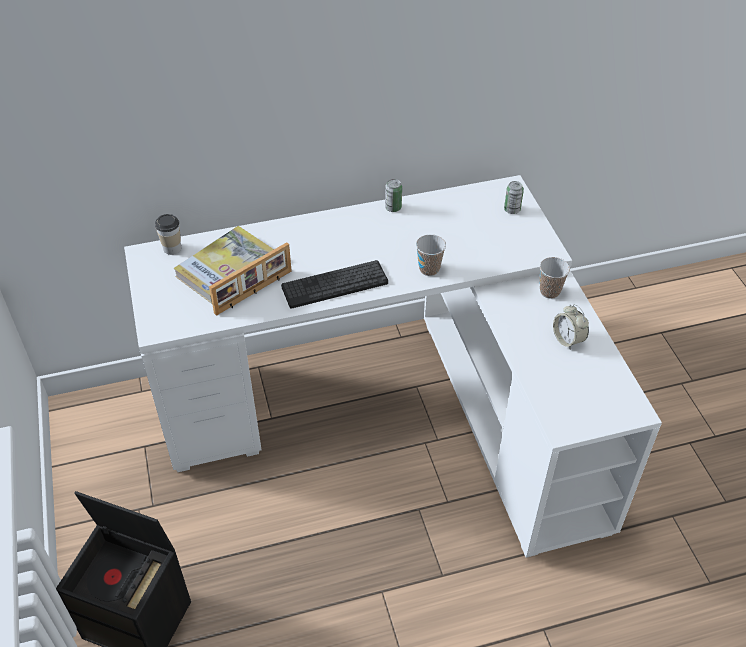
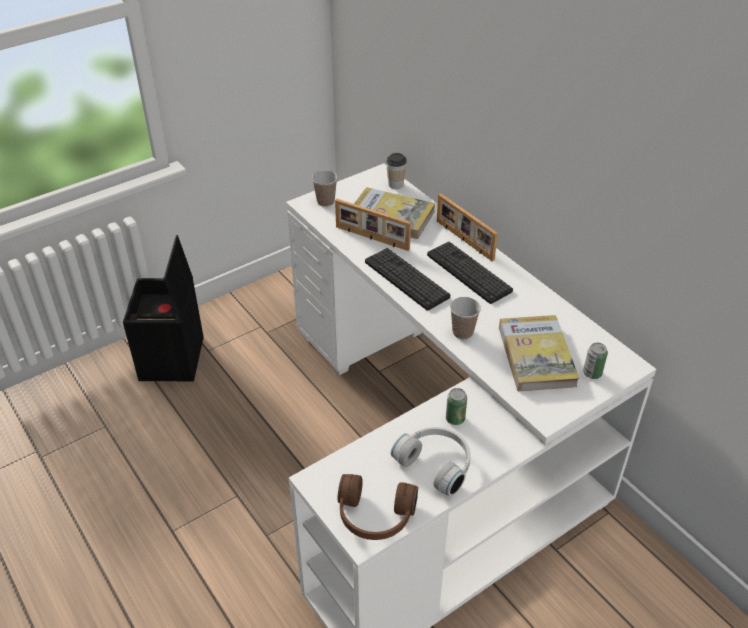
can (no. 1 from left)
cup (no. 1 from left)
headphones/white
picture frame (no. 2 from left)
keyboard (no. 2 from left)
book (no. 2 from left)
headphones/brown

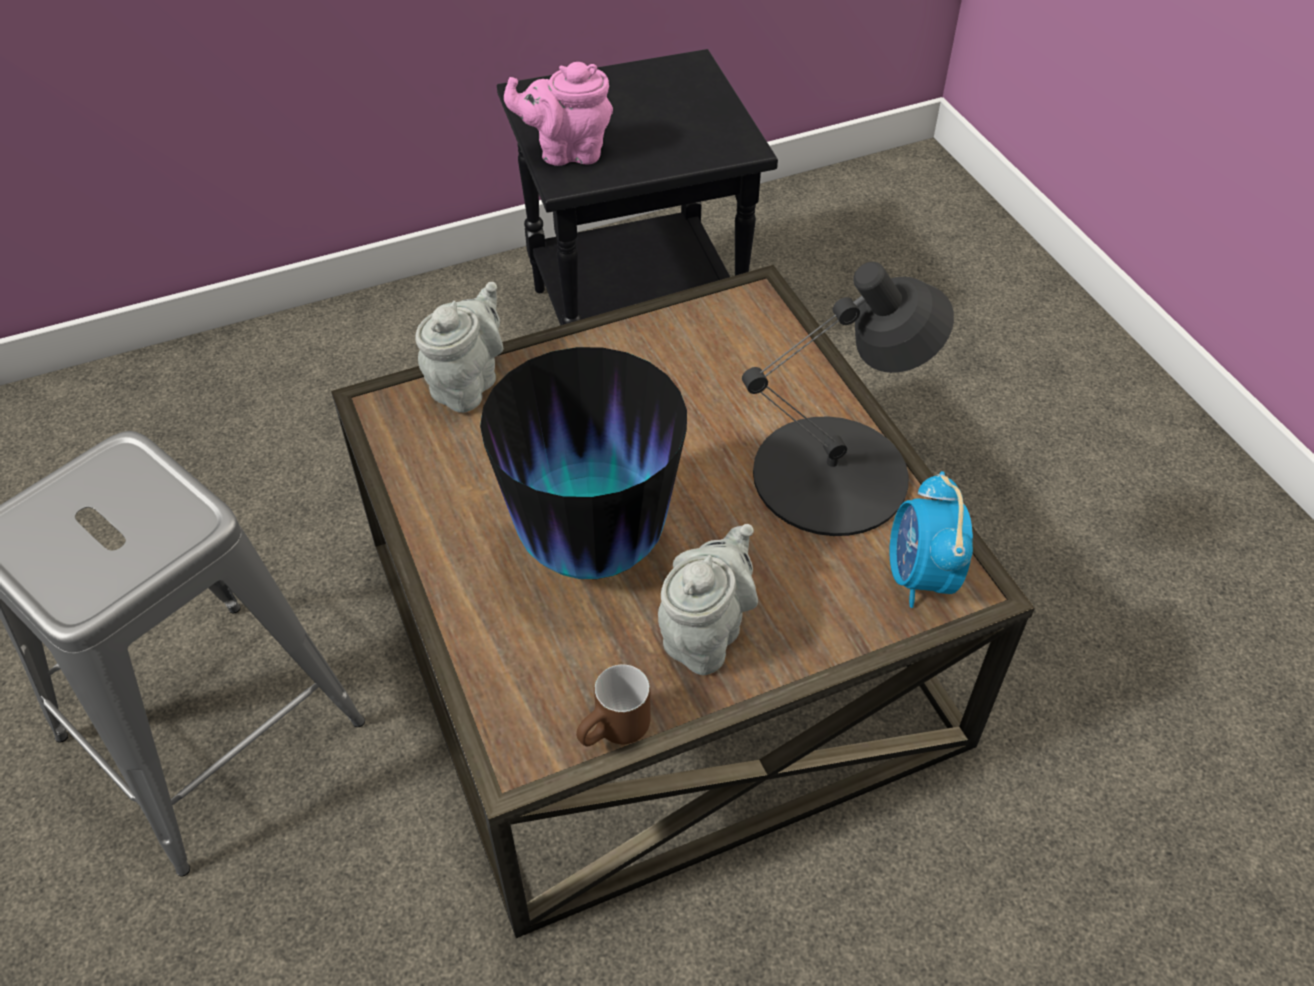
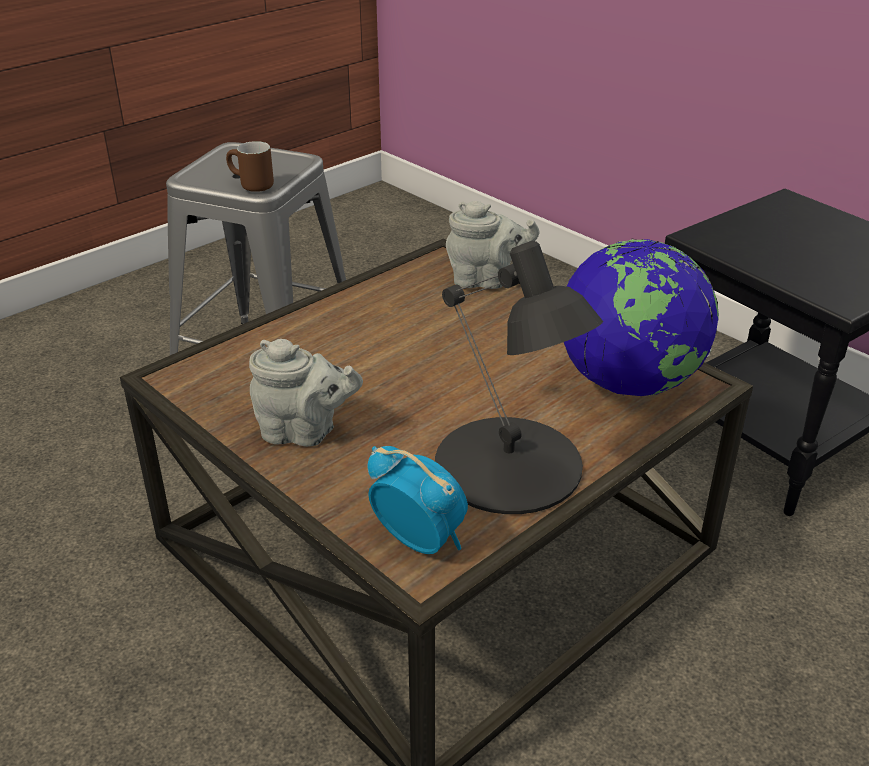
teapot/pink
vase
alarm clock
mug/brown
globe

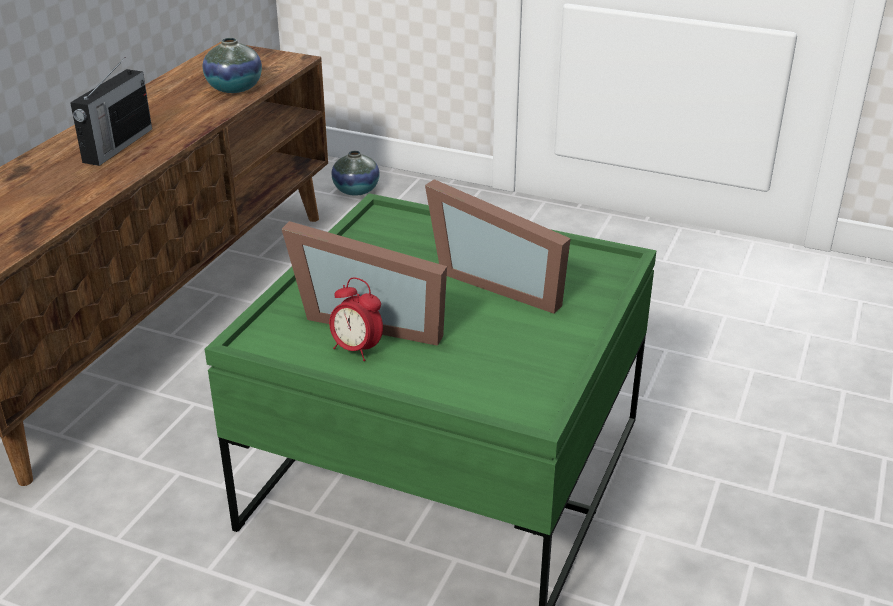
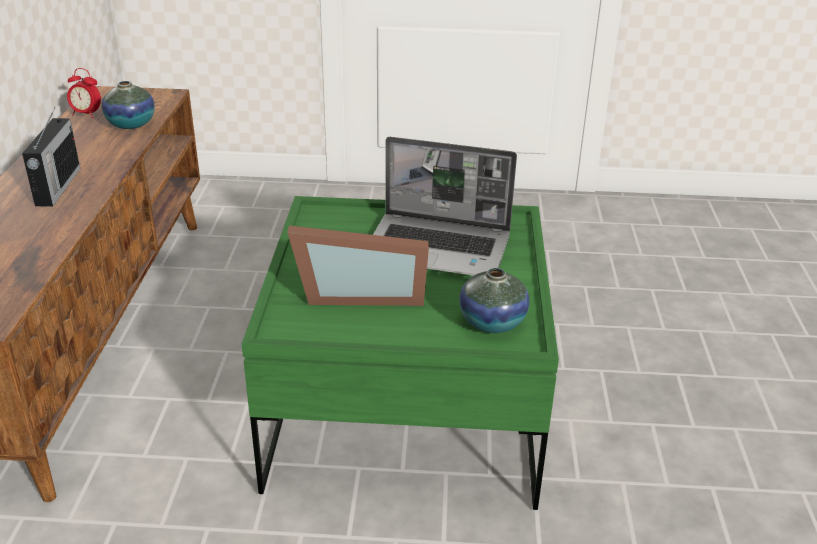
vase (no. 2 from left)
laptop
alarm clock

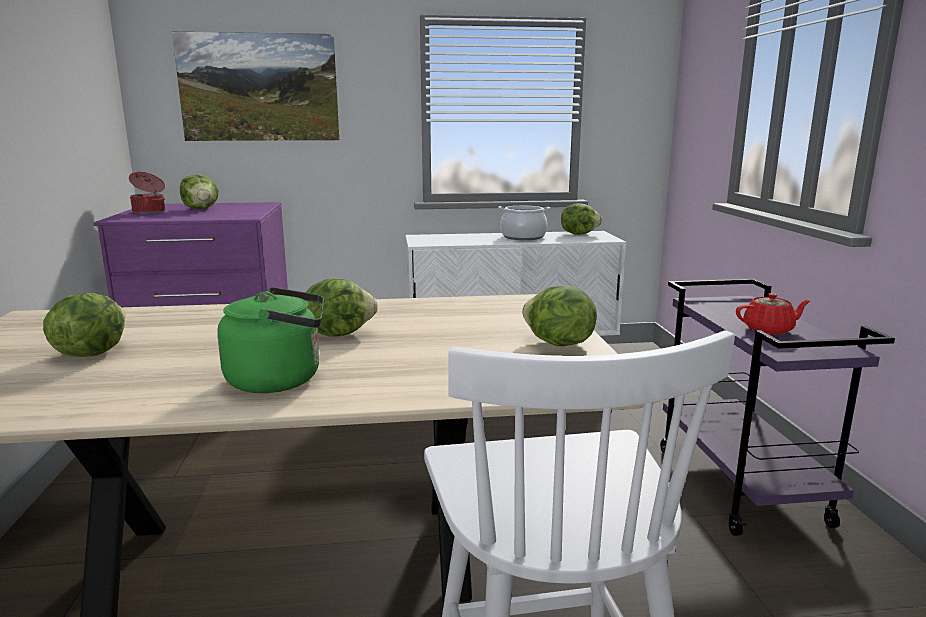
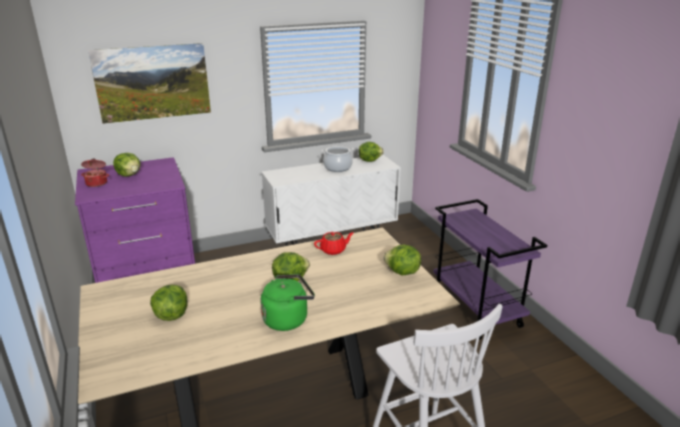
teapot/red

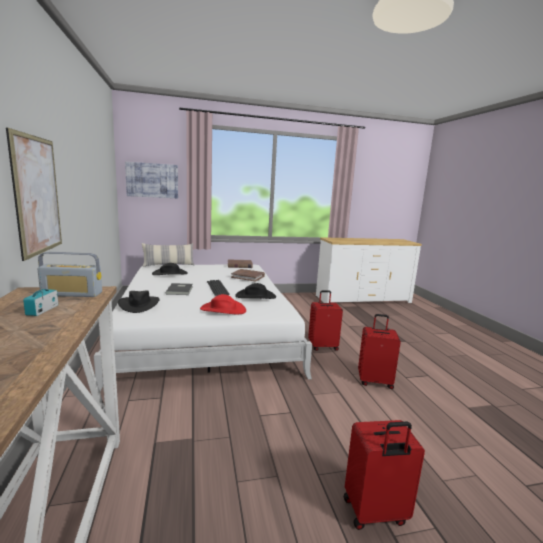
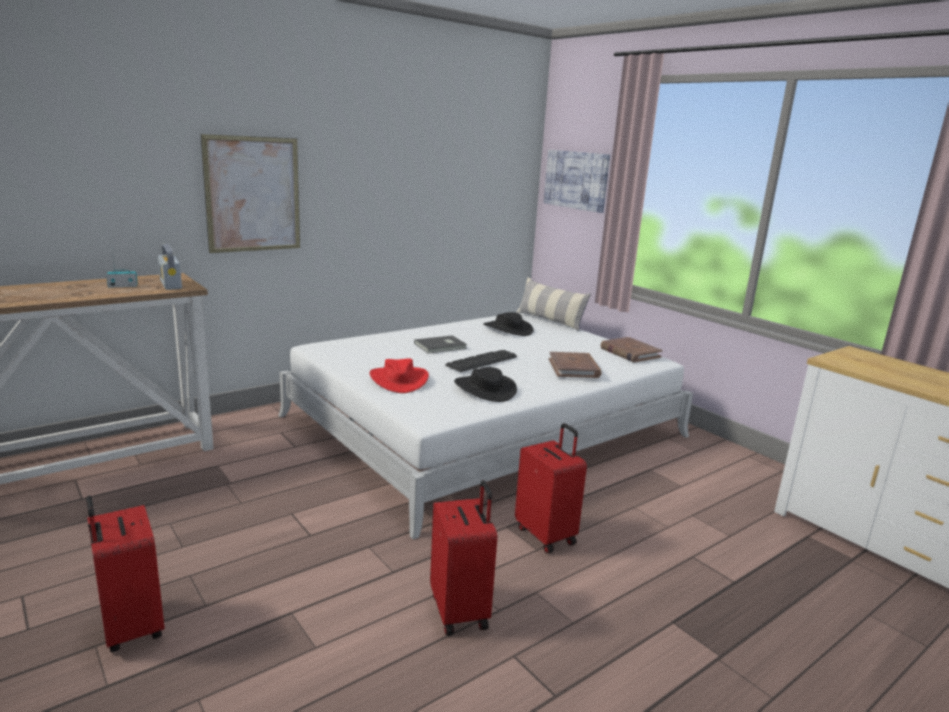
hat/black (no. 1 from left in the first image)

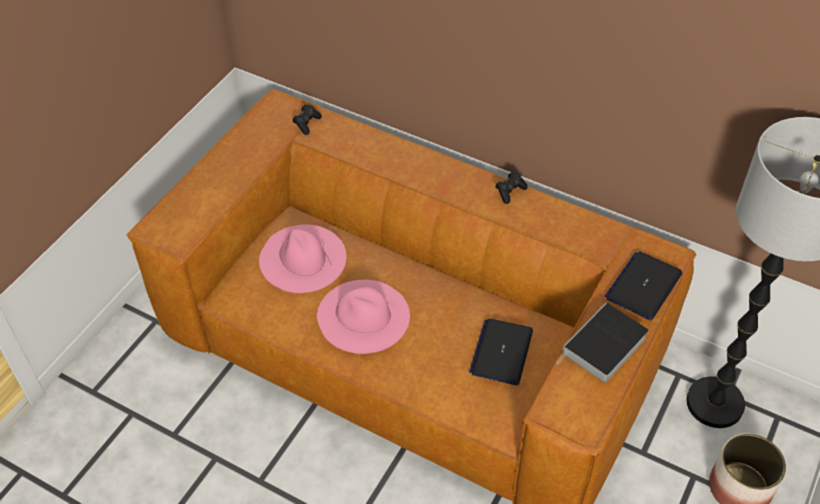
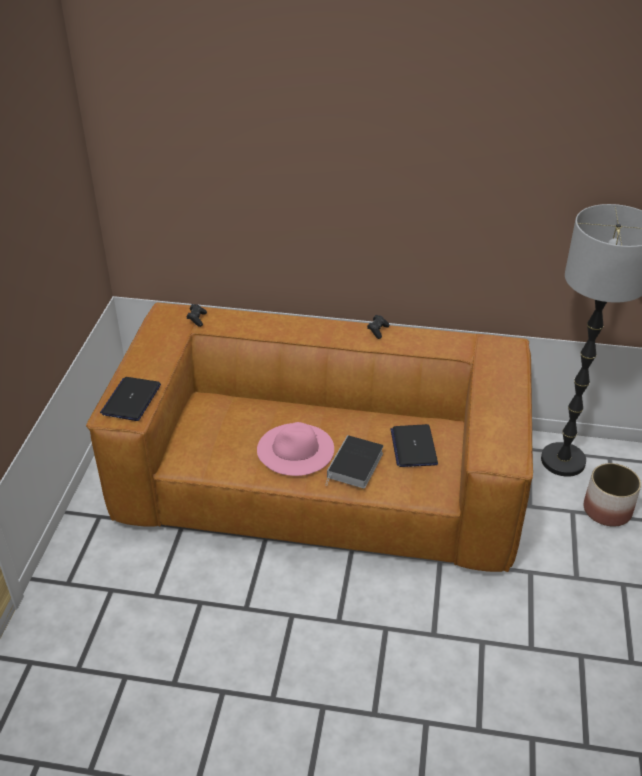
hat/pink (no. 1 from left in the first image)
laptop (no. 1 from left)
book

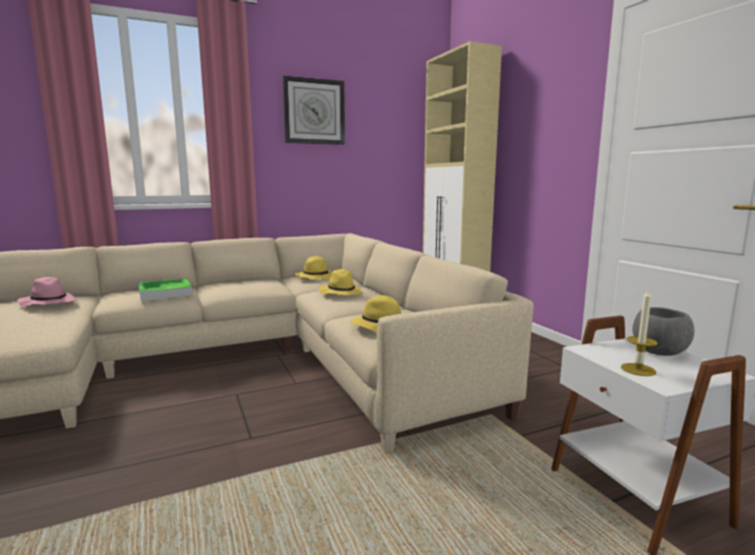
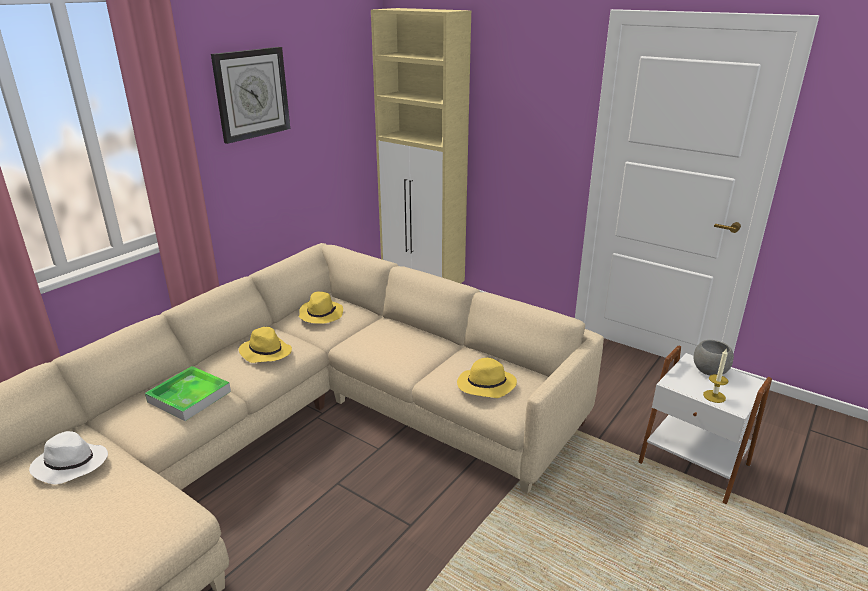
hat/yellow (no. 1 from left)
hat/white

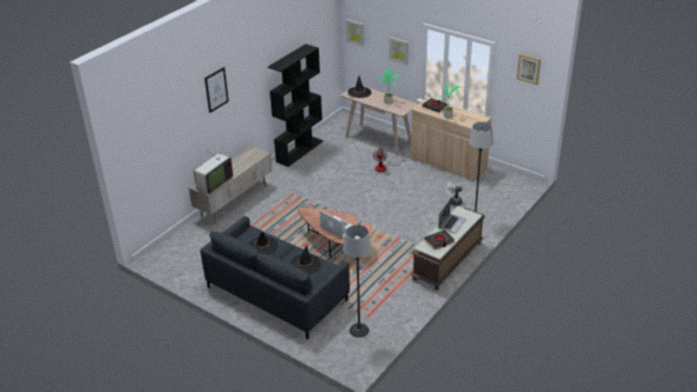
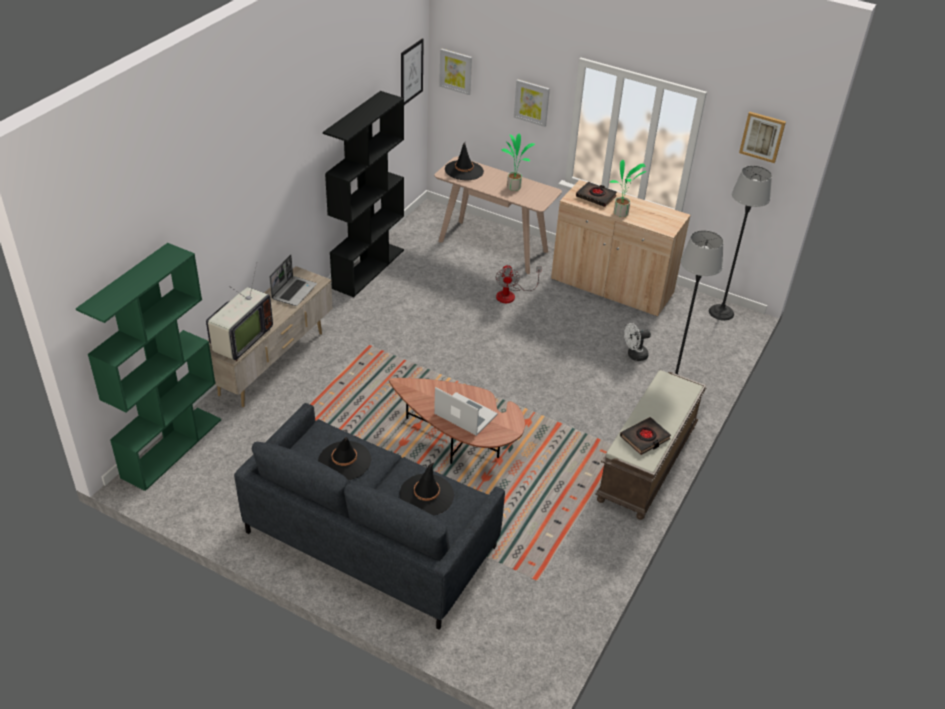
picture (no. 1 from left)
laptop (no. 1 from left)
floor lamp (no. 2 from left)
bookcase/green

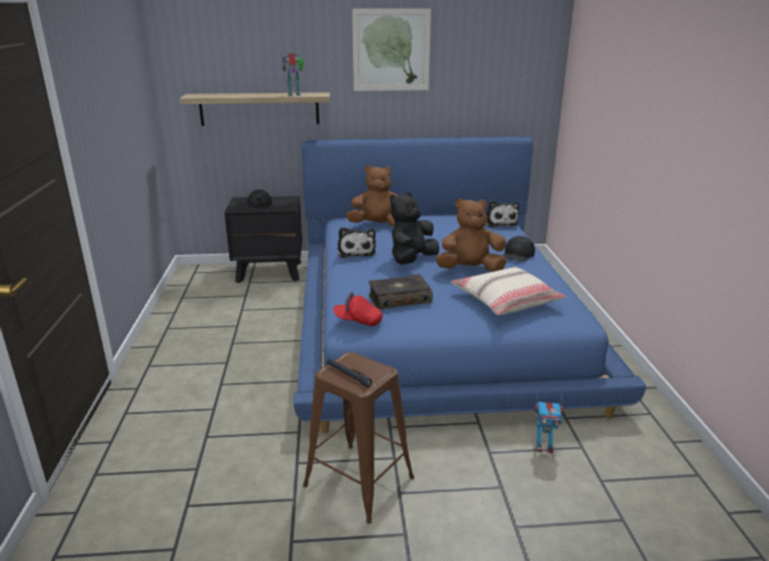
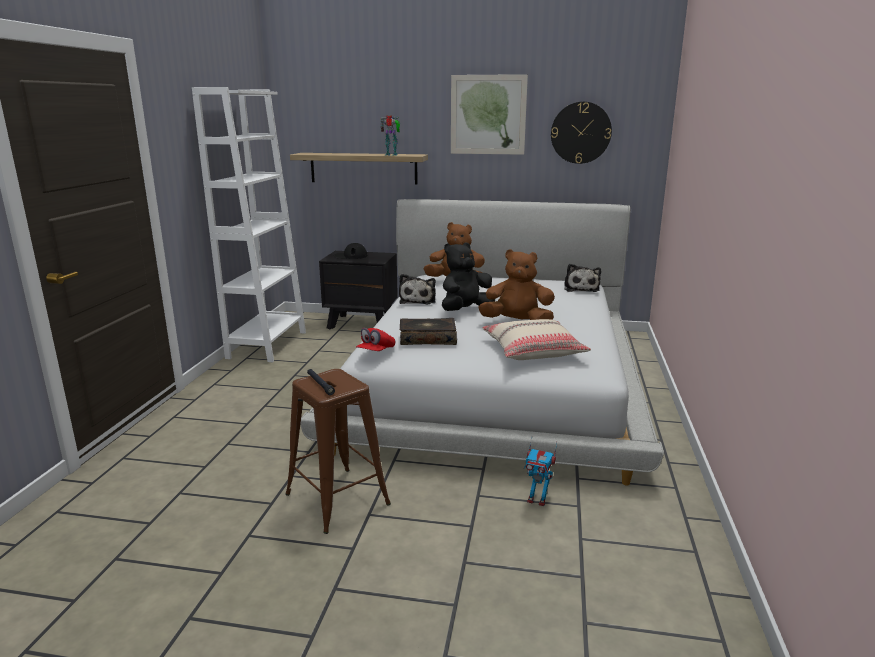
bed/white
cap/black (no. 2 from left in the first image)
cap/red
bookcase/white
wall clock

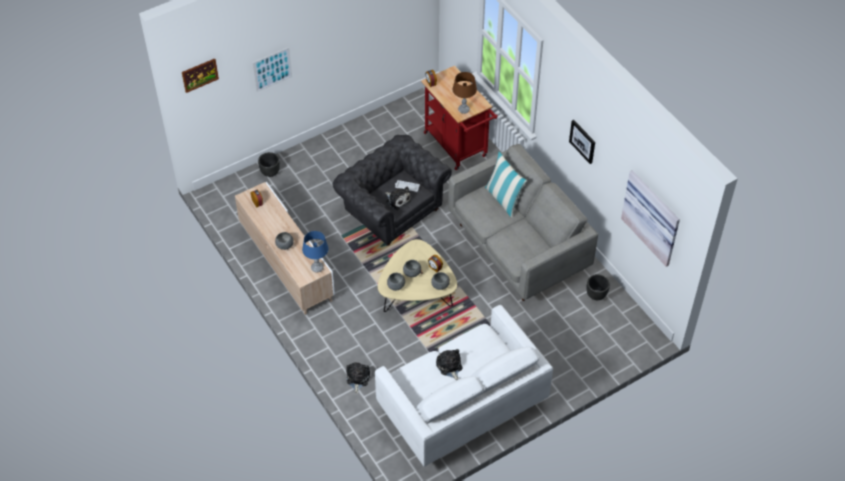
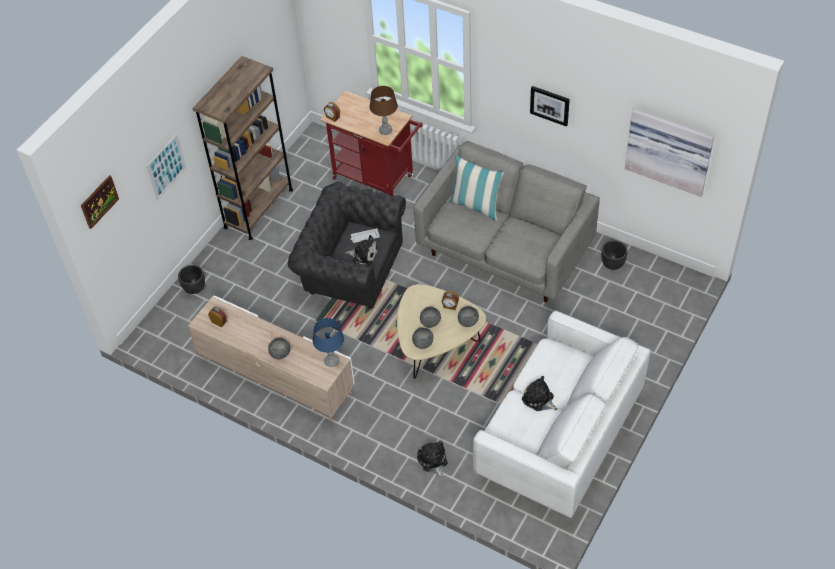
bookcase/brown

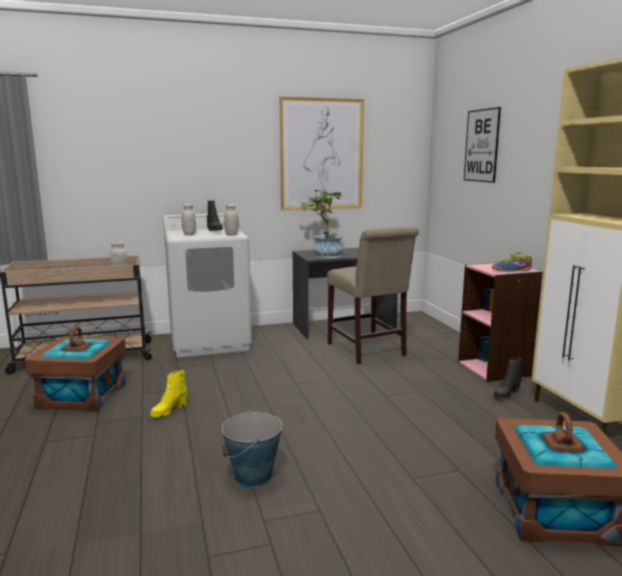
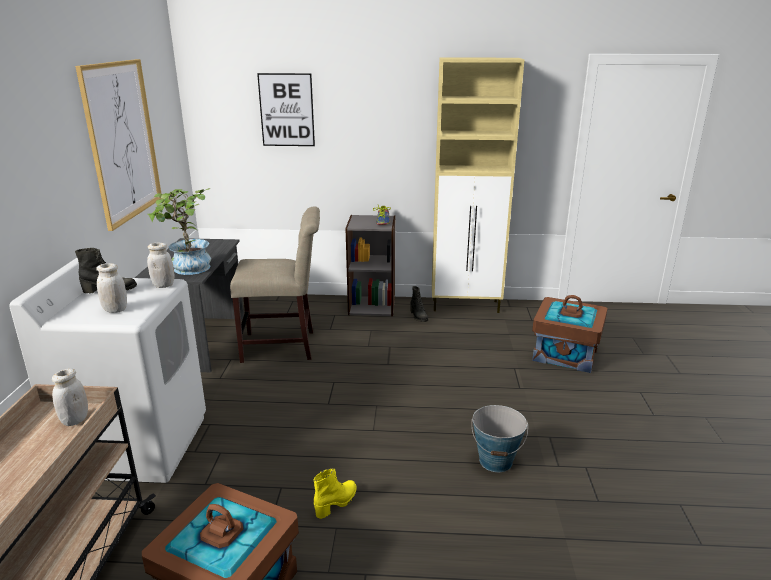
bookcase/grey
boot/yellow

